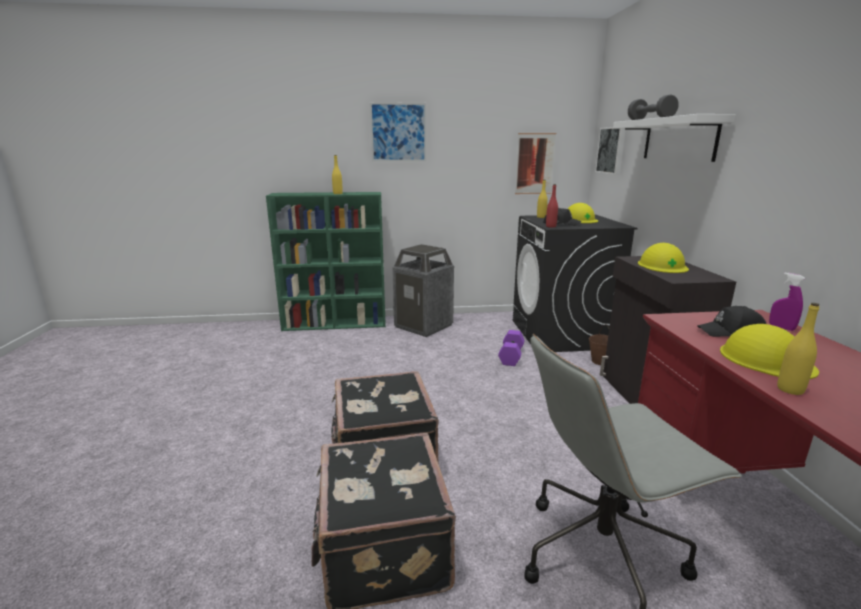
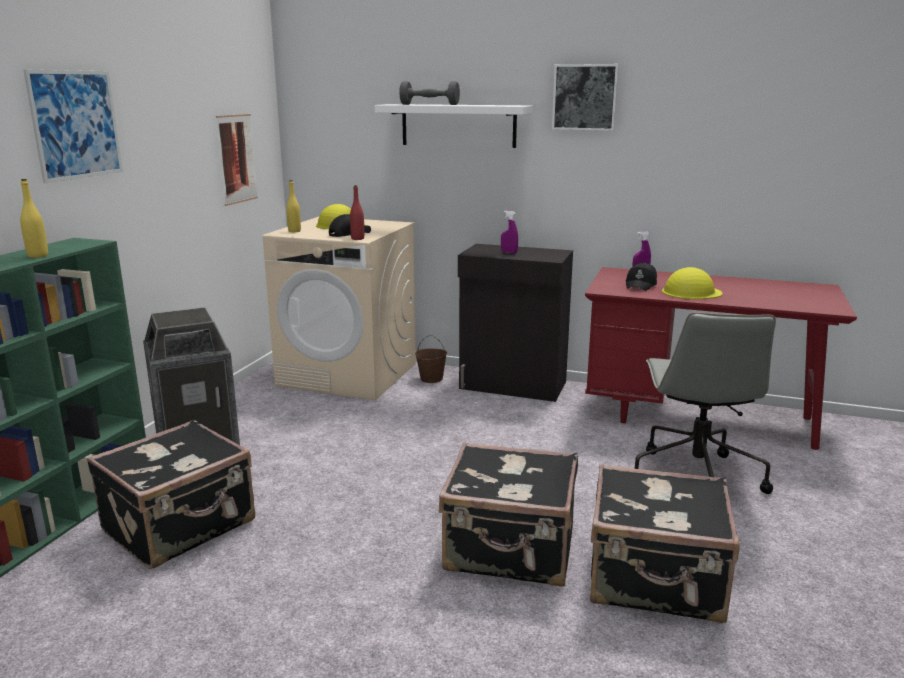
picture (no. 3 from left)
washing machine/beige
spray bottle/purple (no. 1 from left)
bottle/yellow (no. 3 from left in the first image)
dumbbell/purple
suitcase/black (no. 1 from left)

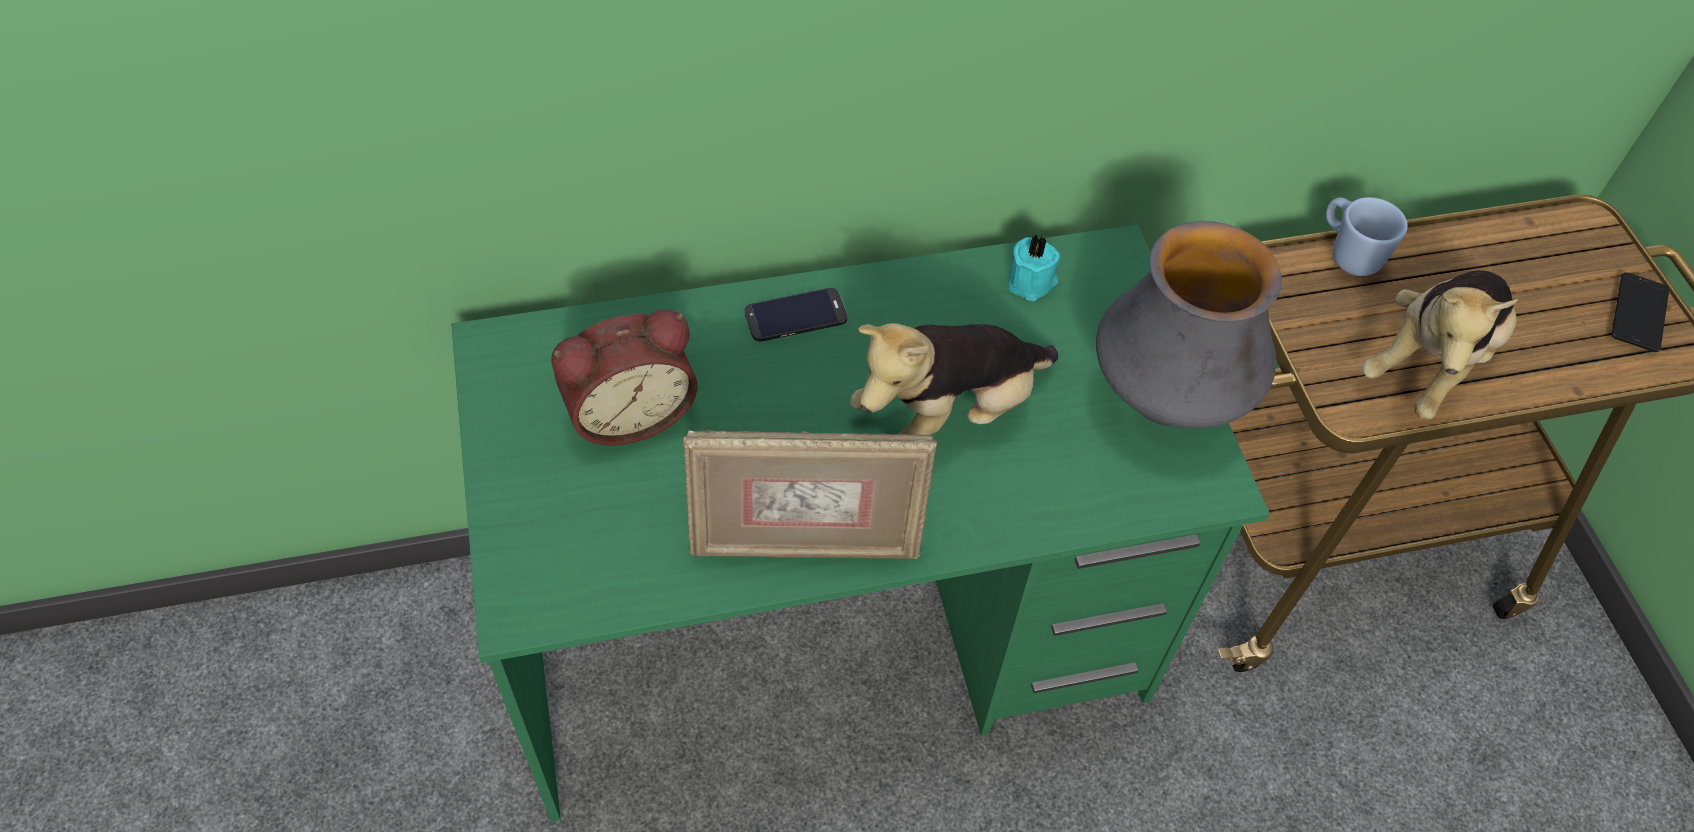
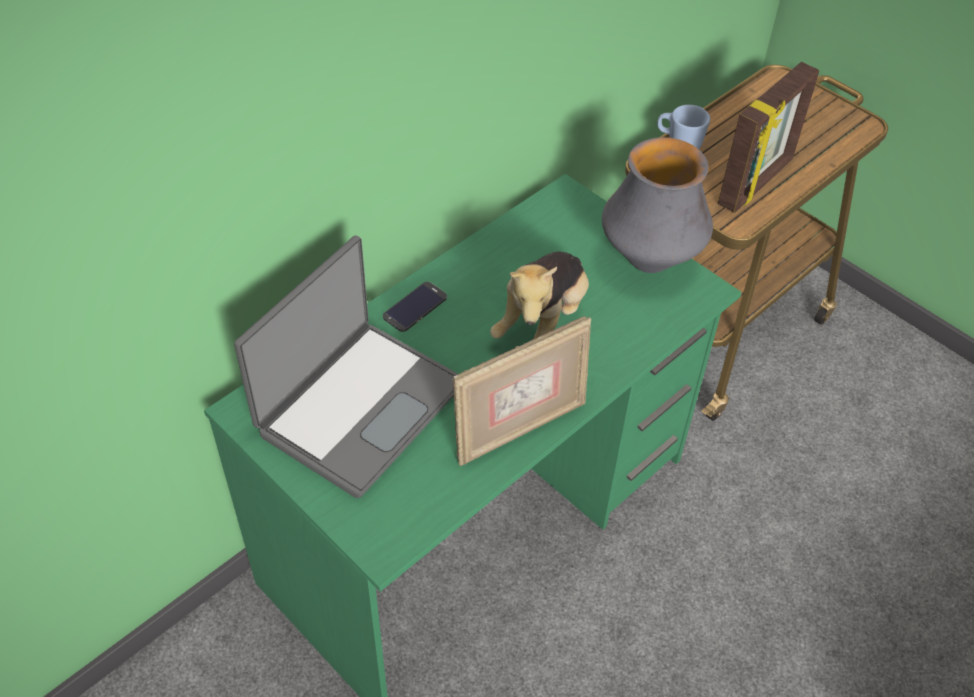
candle/turquoise
picture frame (no. 2 from left)
phone (no. 2 from left in the first image)
laptop

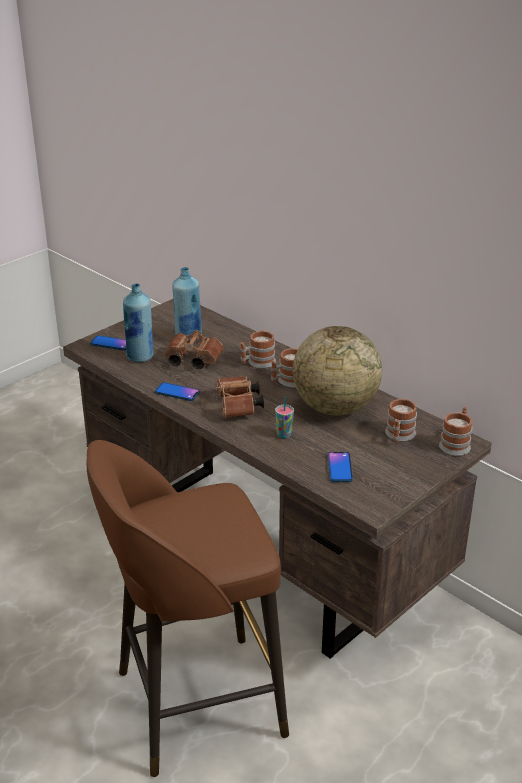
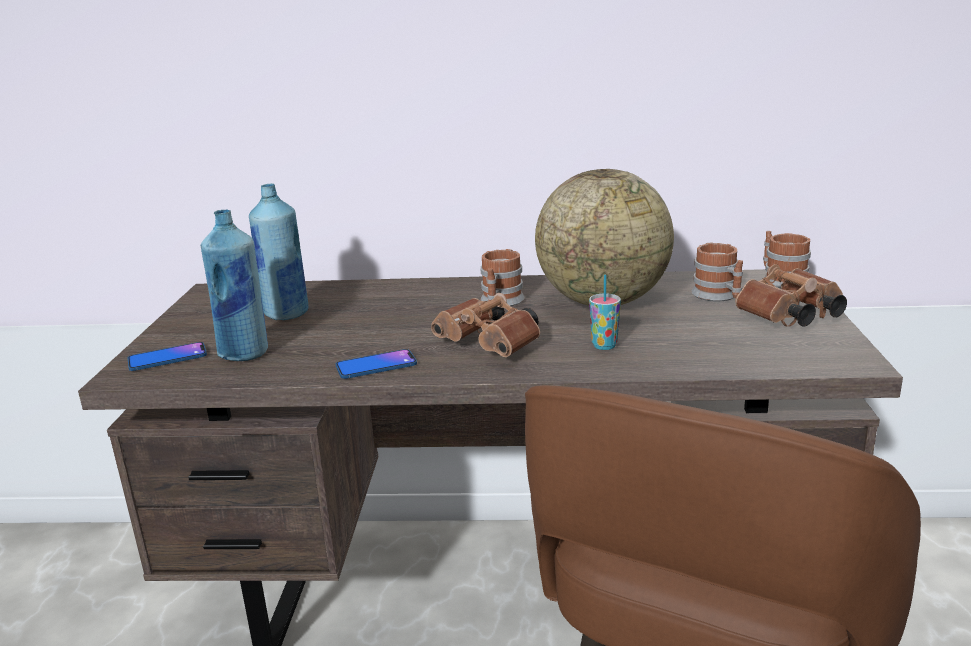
binoculars/brown (no. 2 from left)
mug (no. 1 from left in the first image)
phone (no. 3 from left in the first image)

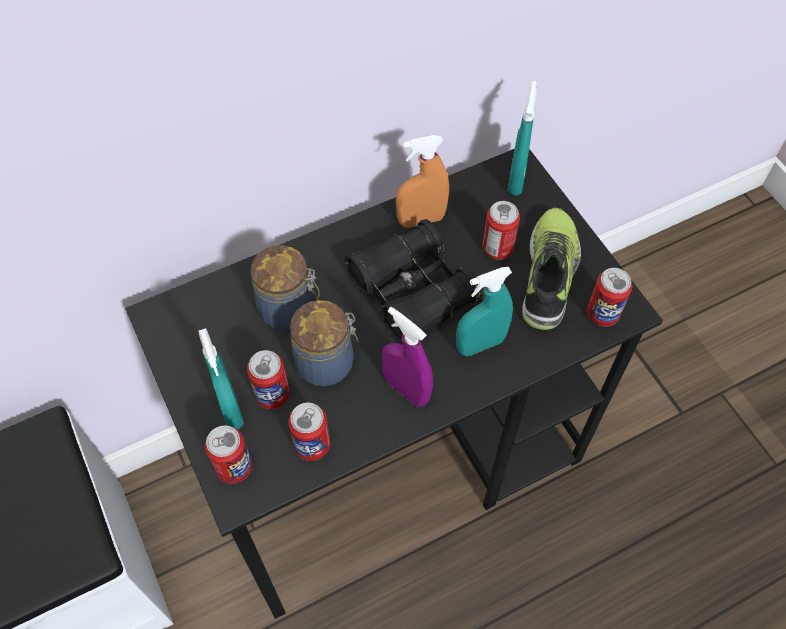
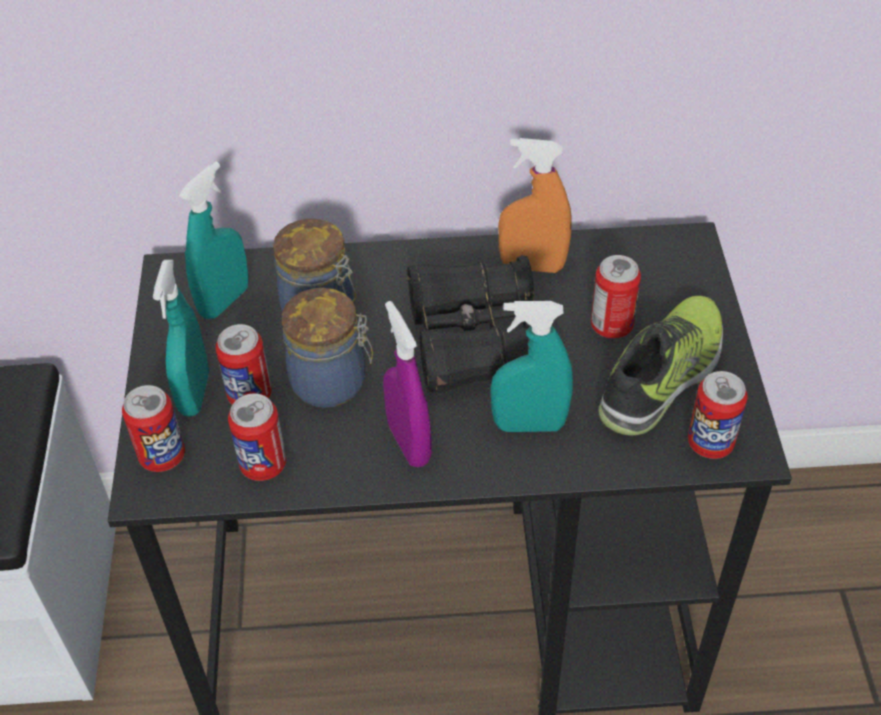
spray bottle/turquoise (no. 2 from left)

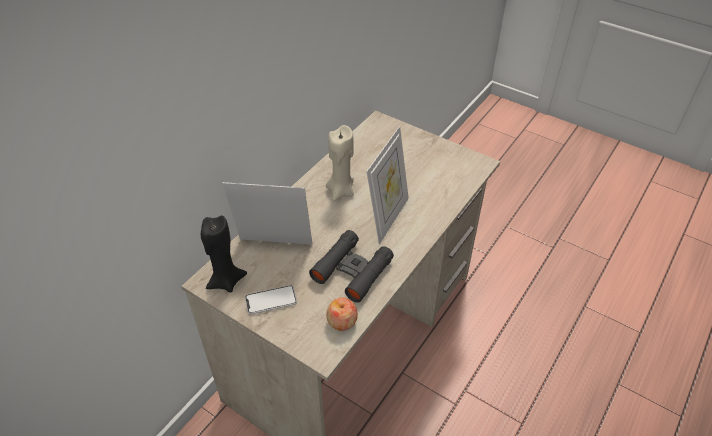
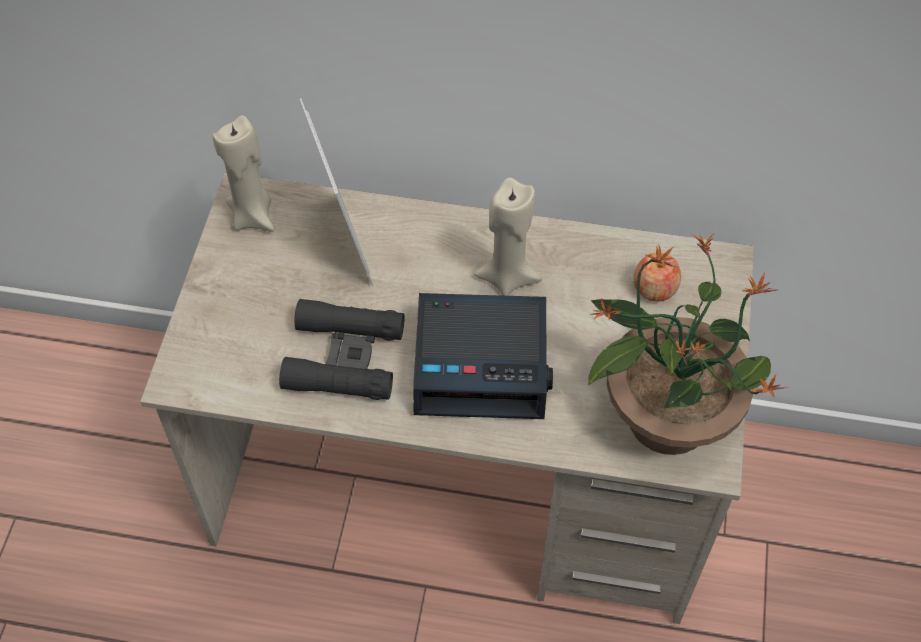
alarm clock
candle/beige (no. 1 from left)
phone
apple
potted plant

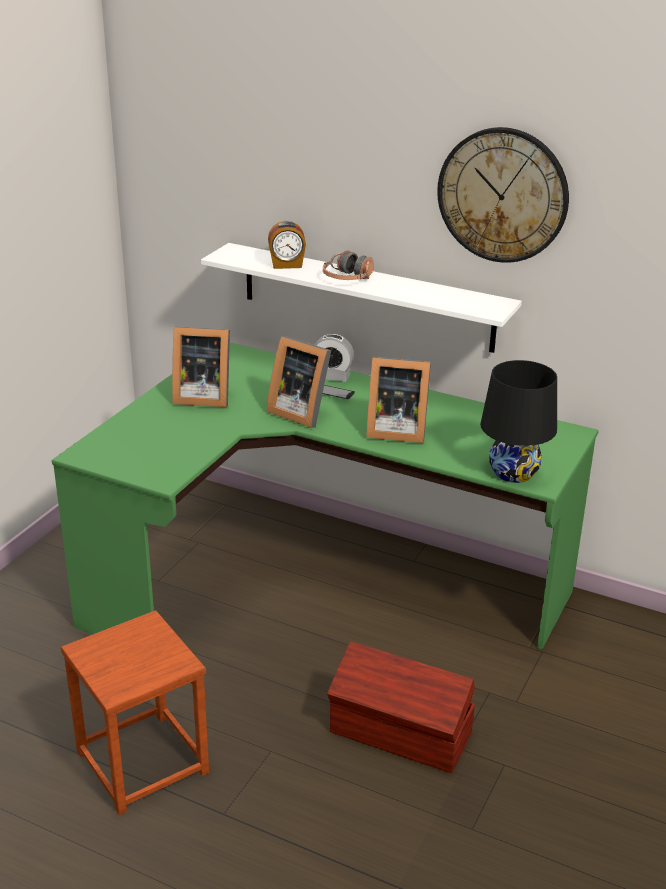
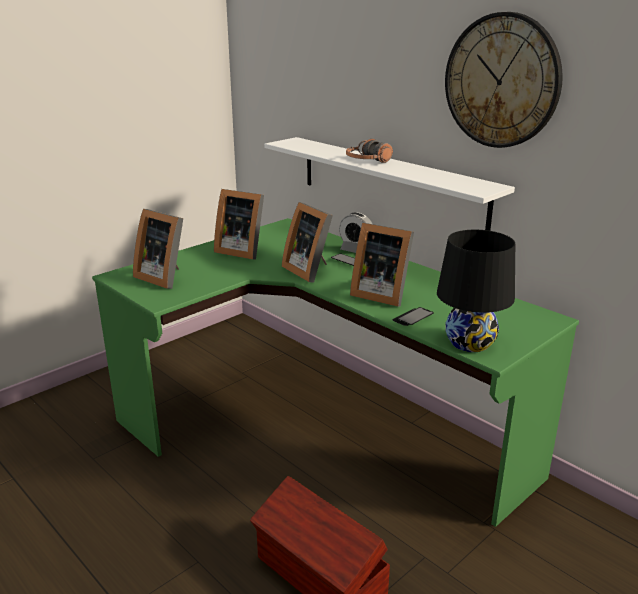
alarm clock (no. 1 from left in the first image)
stool/brown
picture frame (no. 1 from left)
phone (no. 2 from left)

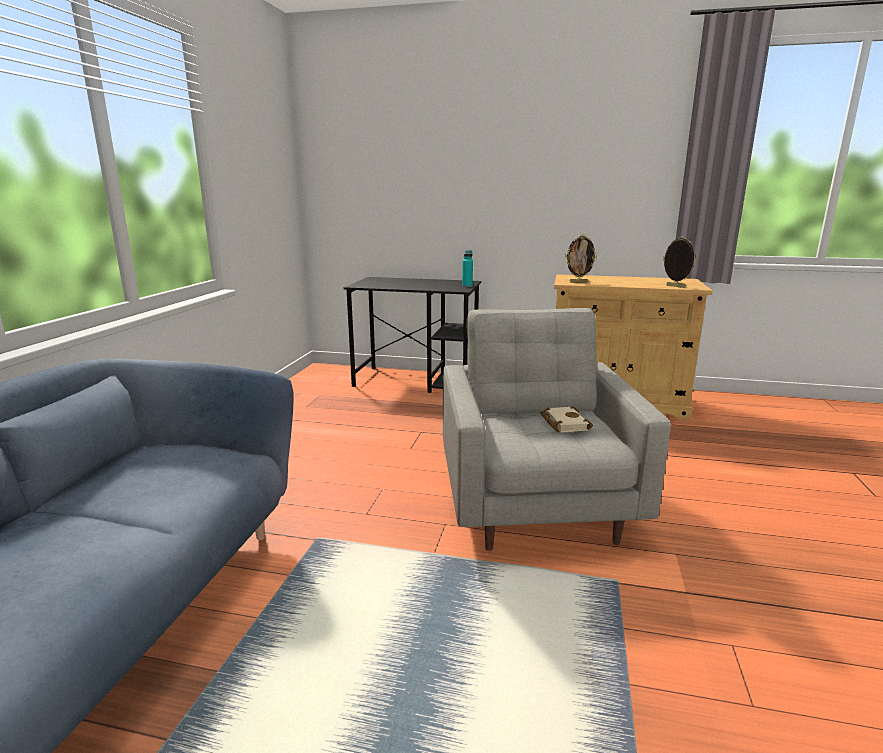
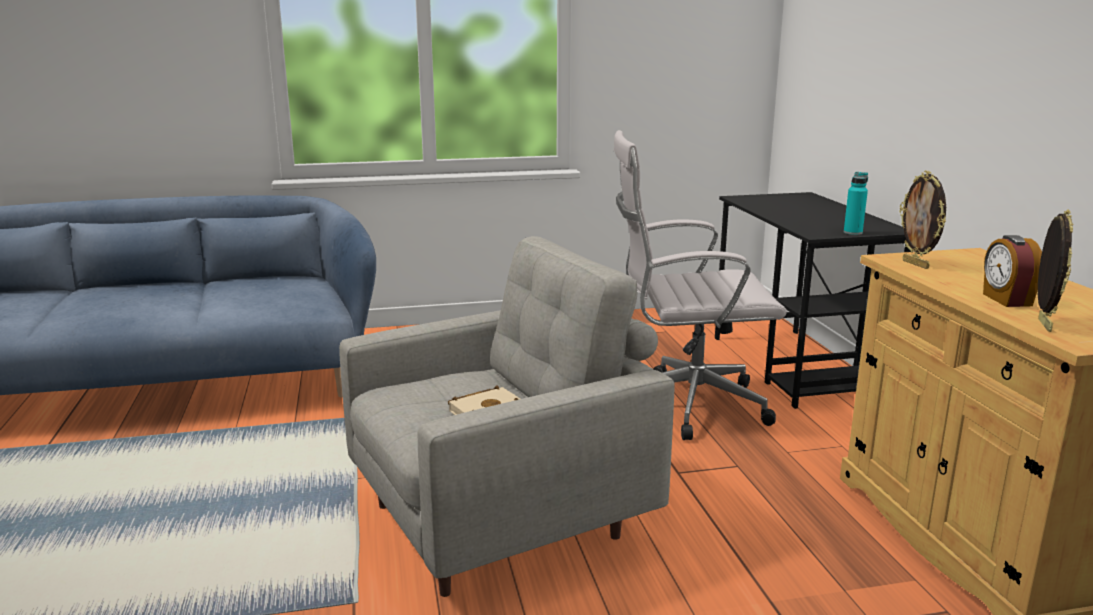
office chair/white
alarm clock

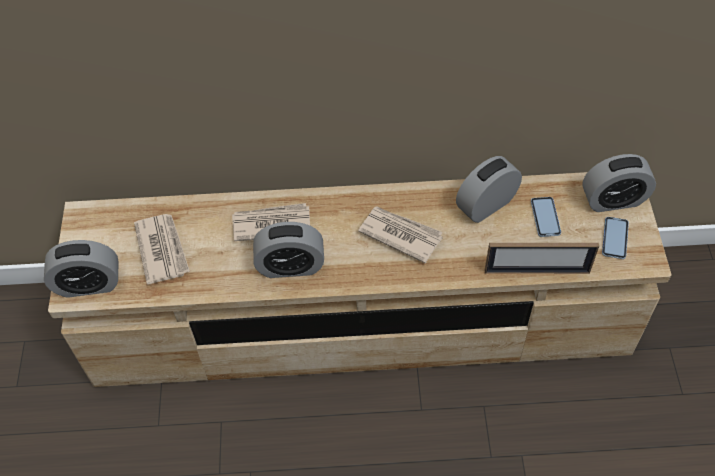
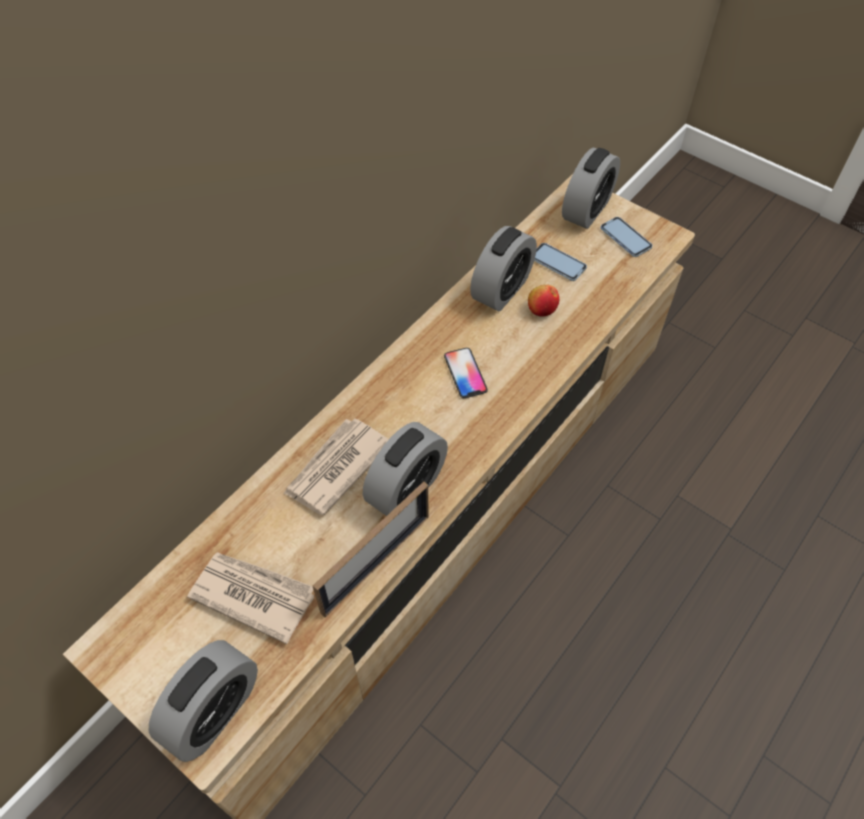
alarm clock (no. 3 from left)
phone (no. 1 from left)
picture frame
apple

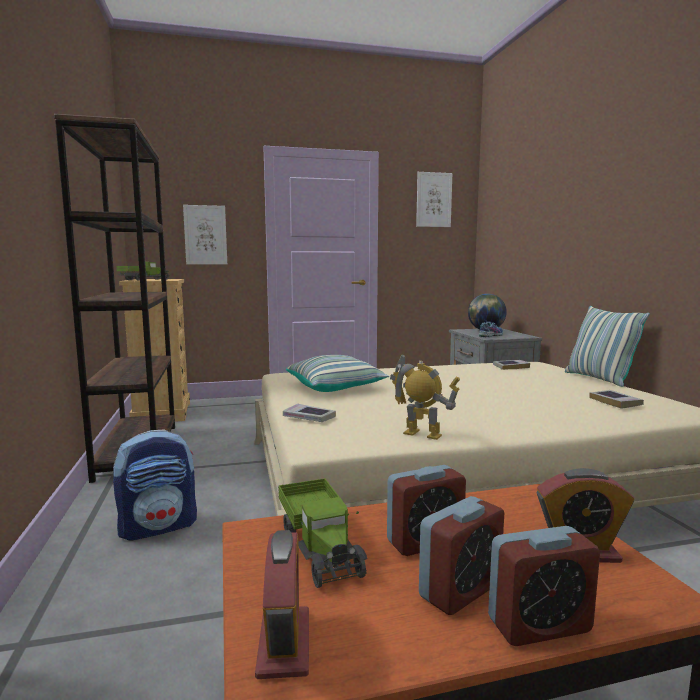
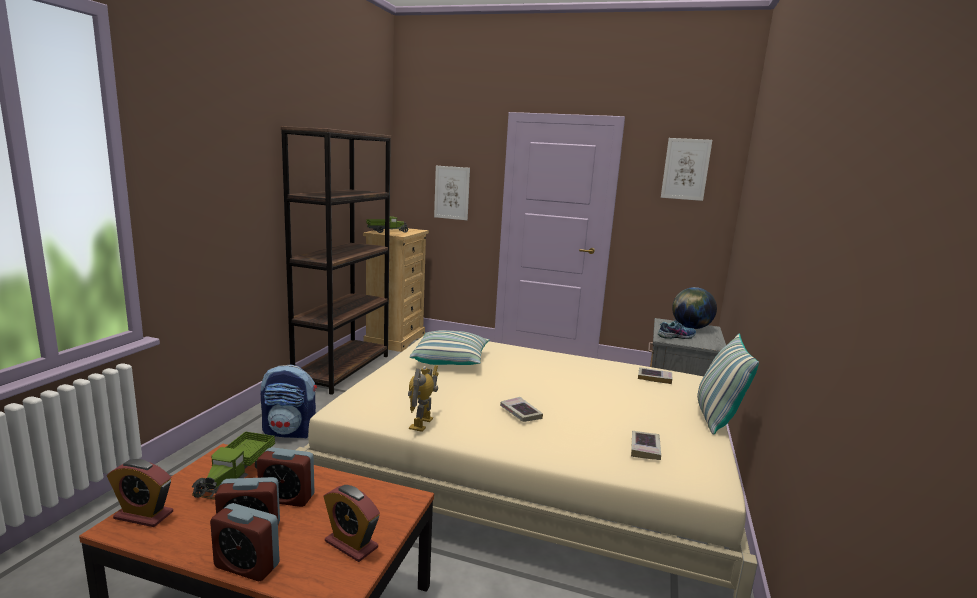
toy robot
book (no. 1 from left)
alarm clock (no. 1 from left)

